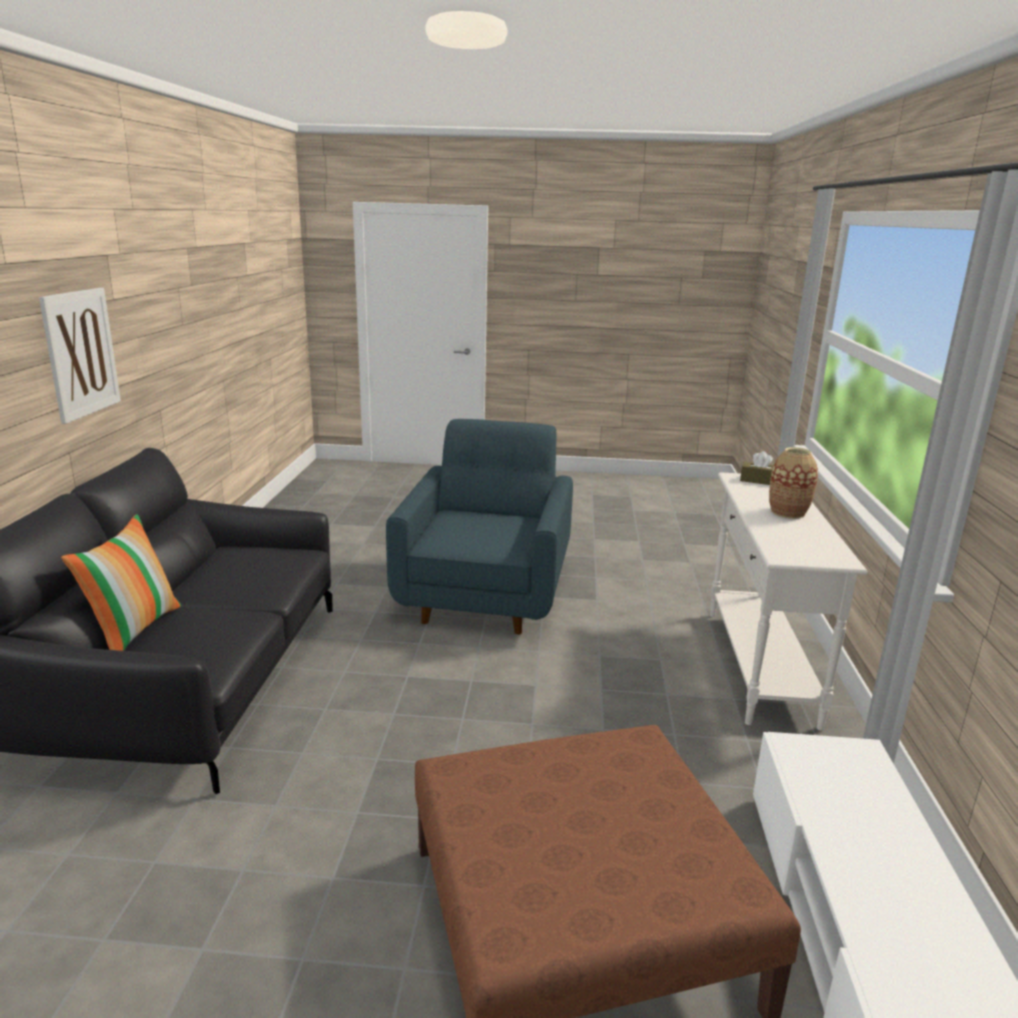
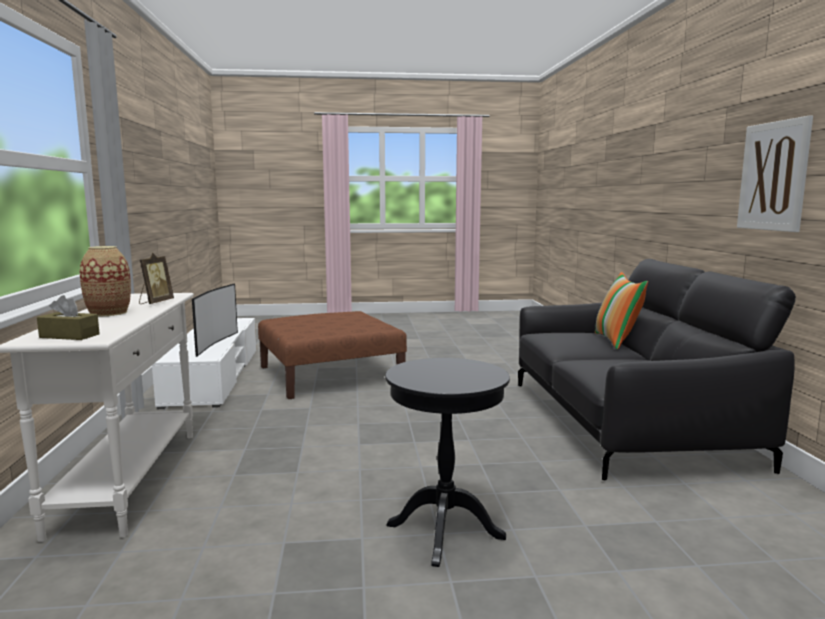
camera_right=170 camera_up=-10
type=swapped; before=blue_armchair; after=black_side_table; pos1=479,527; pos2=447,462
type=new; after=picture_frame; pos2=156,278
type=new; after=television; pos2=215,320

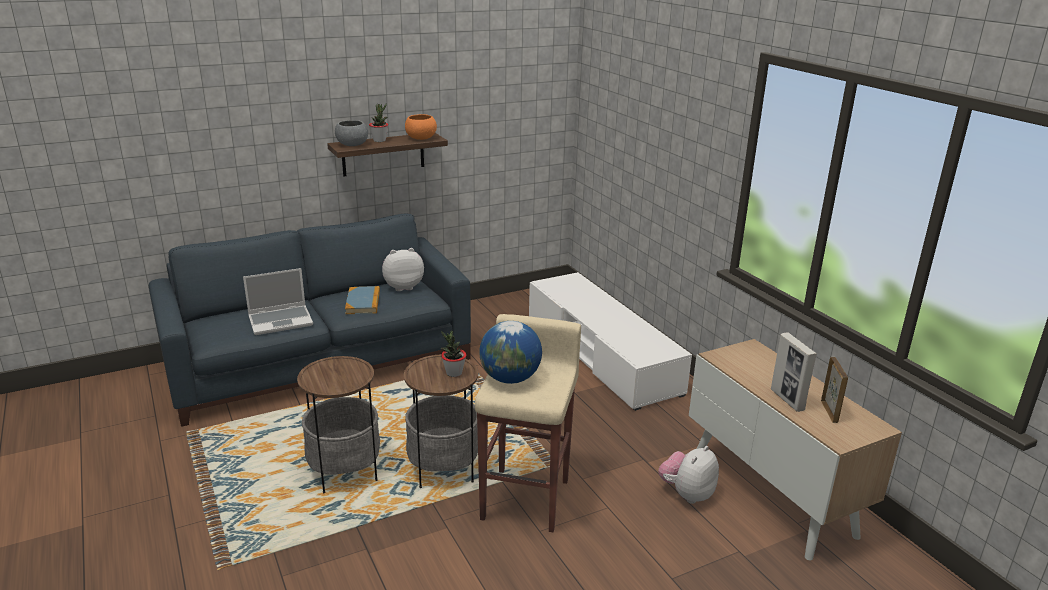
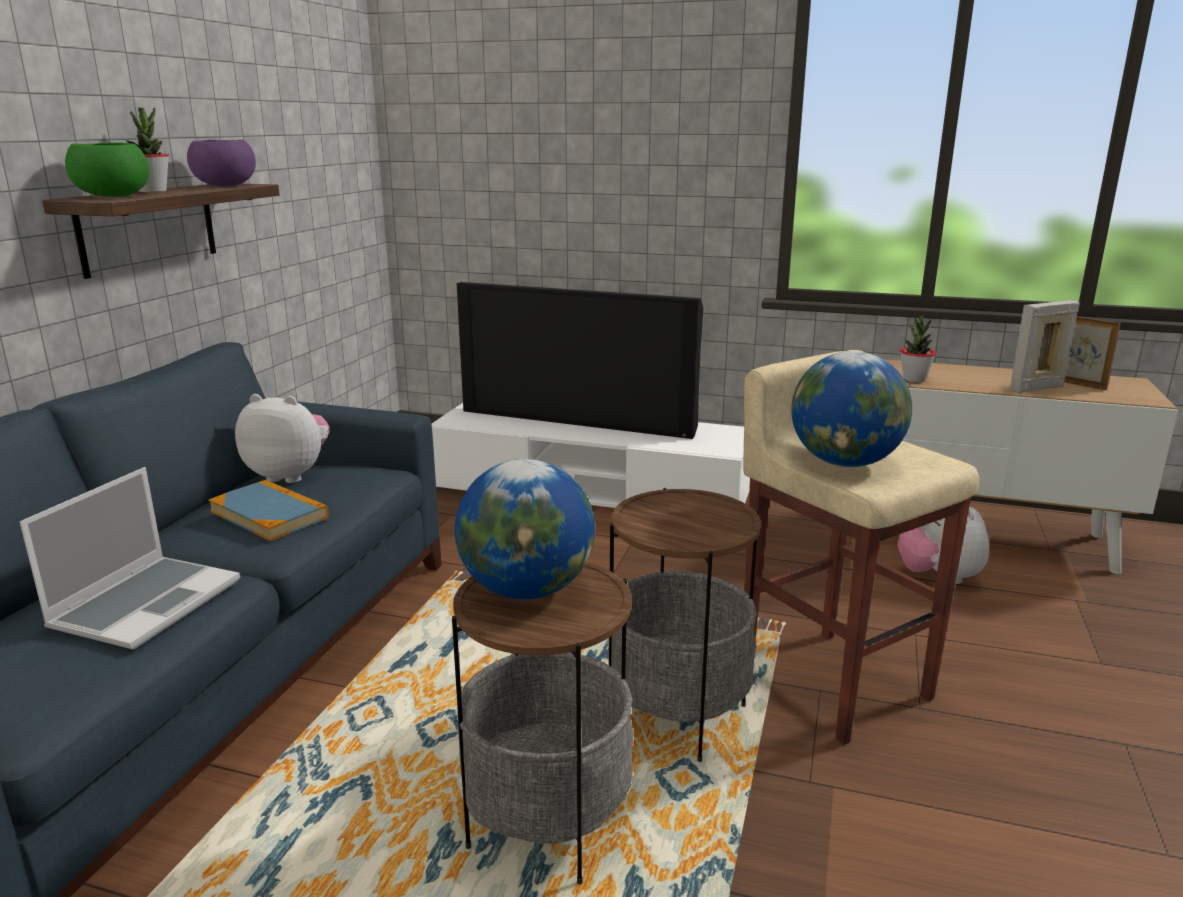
camera_right=-45 camera_up=-5
type=repainted; before=grey_bowl; after=green_bowl; pos1=351,133; pos2=107,170
type=rotated; before=plush_toy; pos1=403,269; pos2=282,438; turn=75
type=repainted; before=orange_bowl; after=purple_bowl; pos1=421,127; pos2=221,163
type=shifted; before=potted_plant; pos1=453,354; pos2=918,348
type=rotated; before=picture_frame; pos1=794,372; pos2=1044,346; turn=135
type=new; after=globe; pos2=525,529
type=new; after=television; pos2=580,360

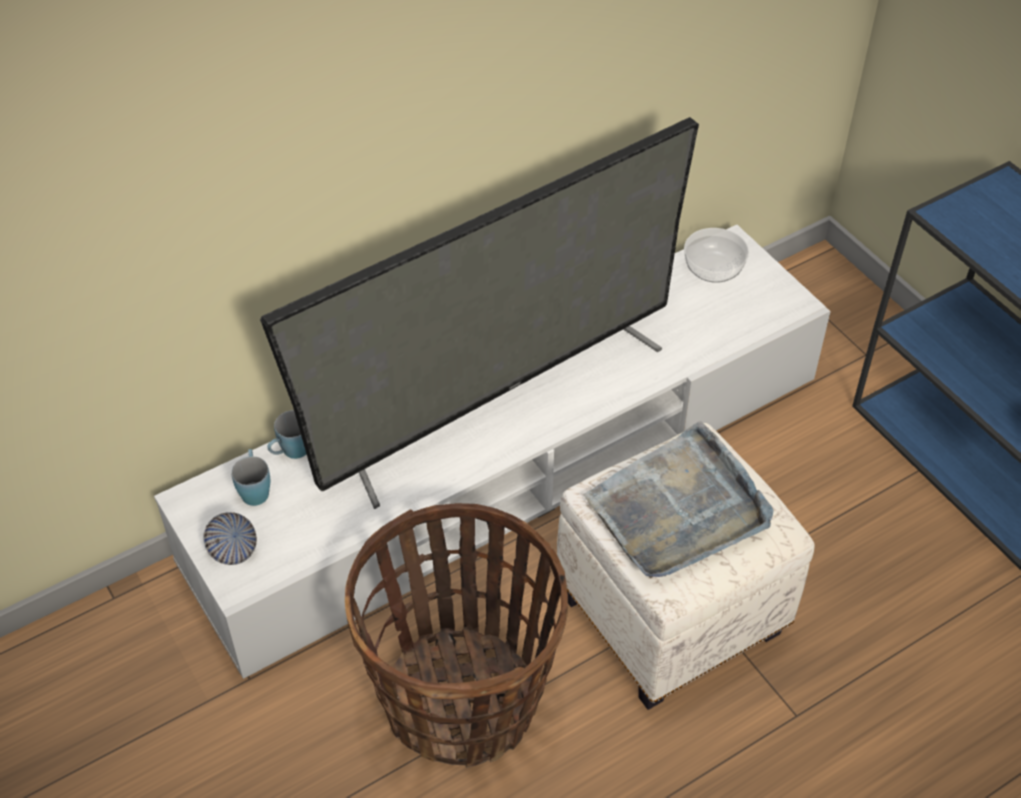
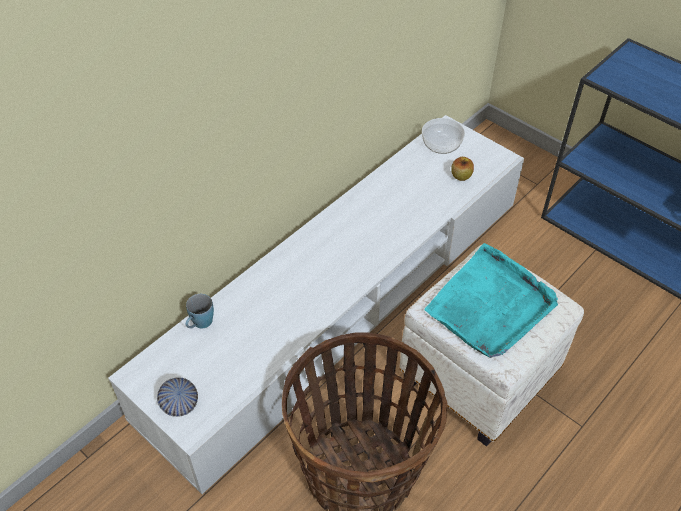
camera_right=-15 camera_up=0
type=gone; before=blue_mug; pos1=250,477
type=gone; before=television; pos1=479,313
type=repainted; before=grey_tray; after=turquoise_tray; pos1=678,499; pos2=491,300
type=new; after=apple; pos2=462,169

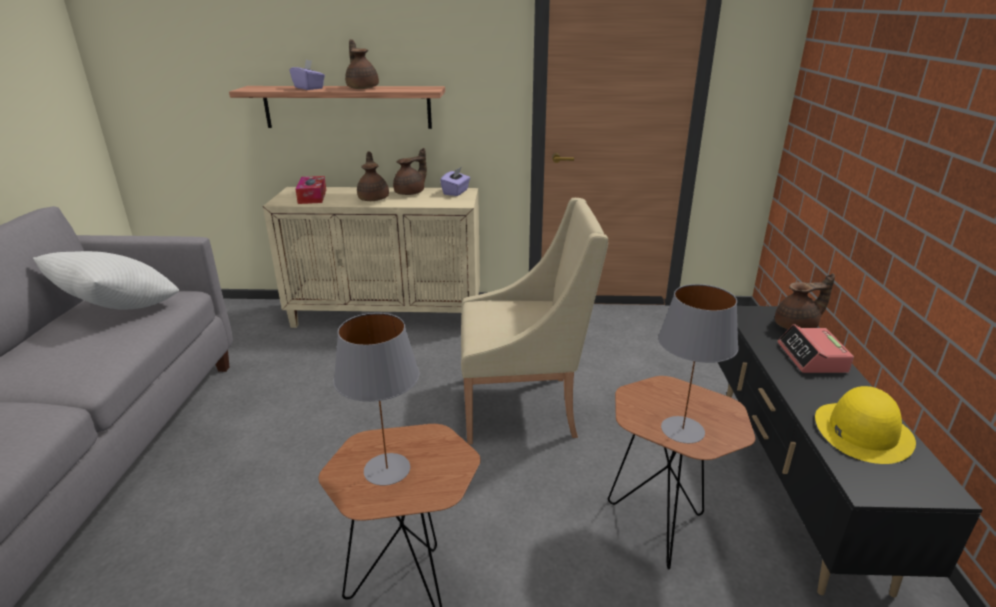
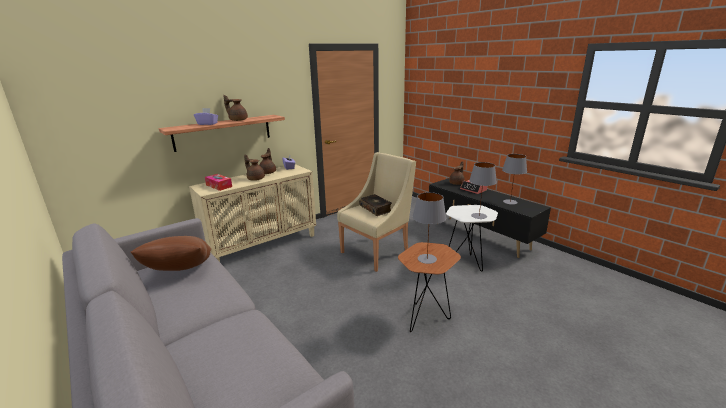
camera_right=-40 camera_up=-5
type=repainted; before=white_pillow; after=brown_pillow; pos1=106,280; pos2=170,253
type=repainted; before=brown_side_table; after=white_side_table; pos1=681,472; pos2=472,238
type=swapped; before=yellow_hat; after=grey_table_lamp; pos1=865,425; pos2=514,179
type=new; after=book; pos2=375,205

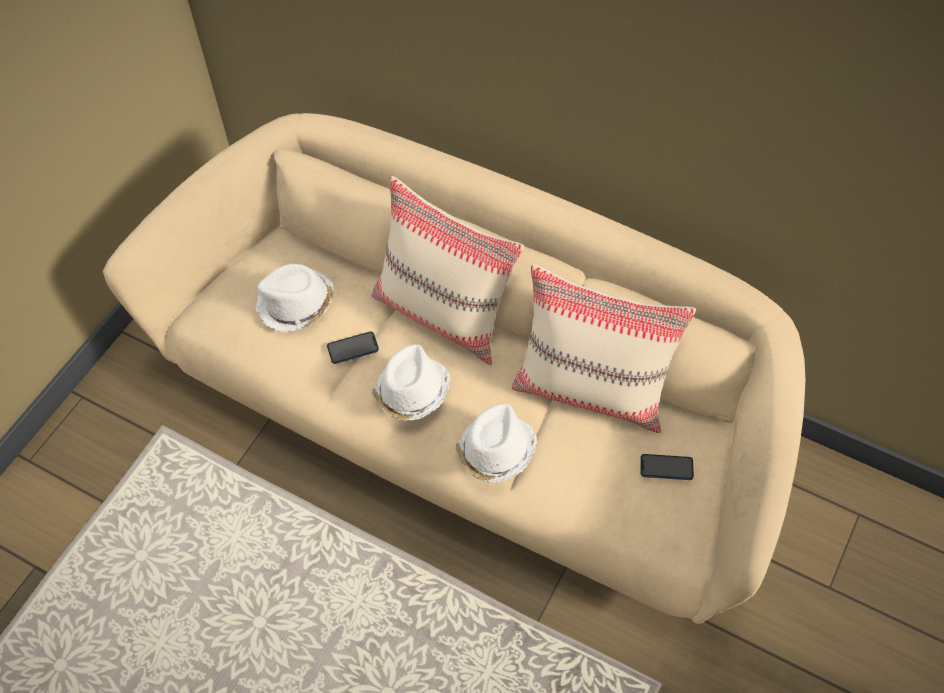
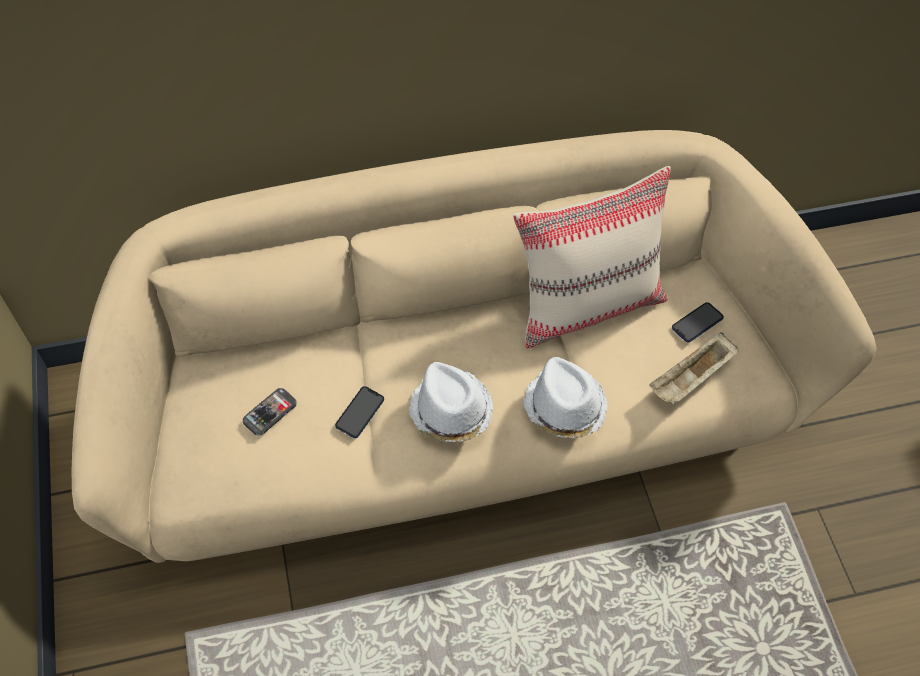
camera_right=-45 camera_up=0
type=swapped; before=white_hat; after=phone; pos1=294,298; pos2=270,411
type=gone; before=beige_pillow; pos1=448,270
type=new; after=beige_tray; pos2=693,368

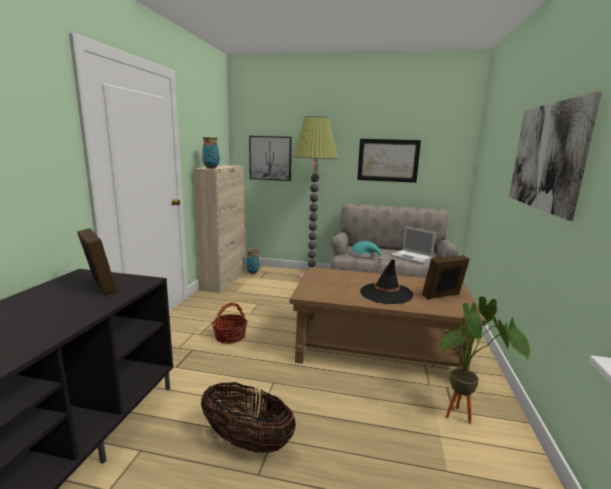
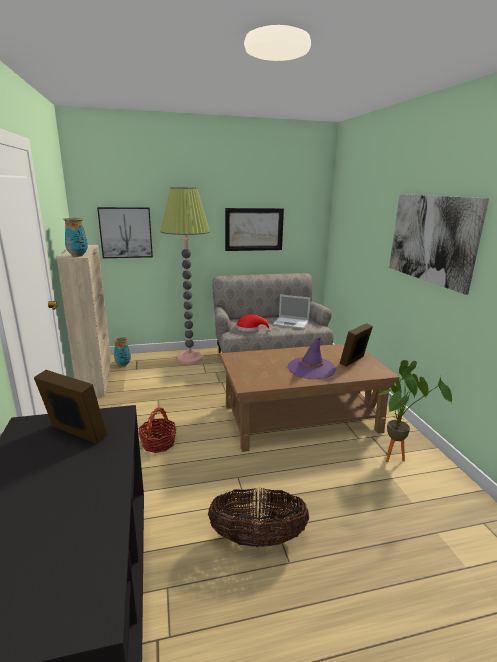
camera_right=-25 camera_up=5
type=repainted; before=turquoise_hat; after=red_hat; pos1=366,250; pos2=253,323
type=repainted; before=black_hat; after=purple_hat; pos1=386,281; pos2=312,358

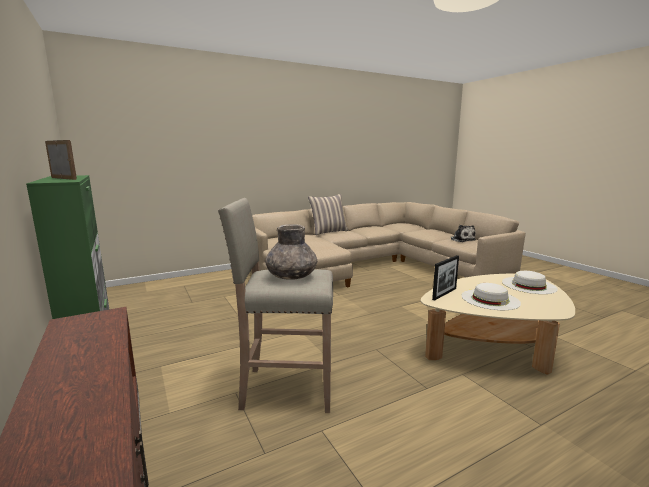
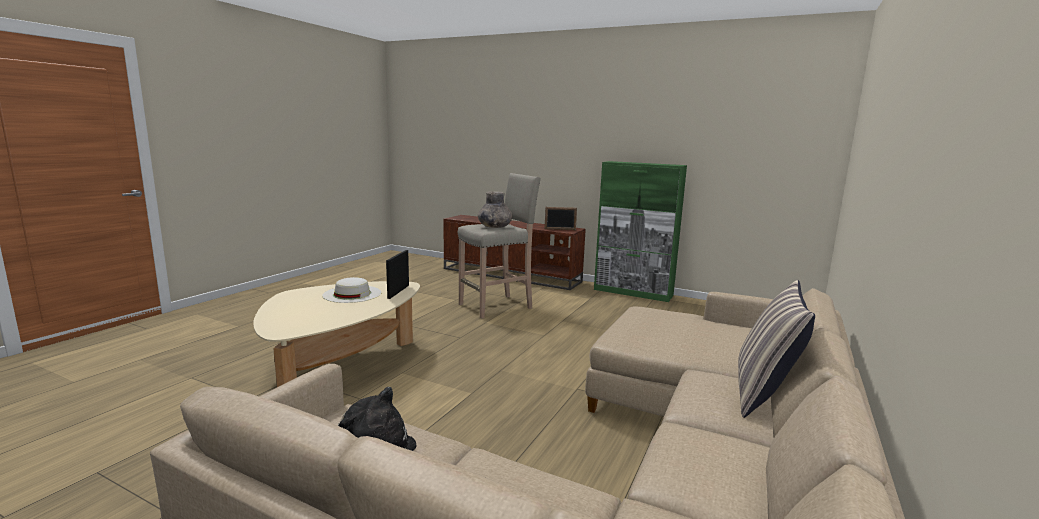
camera_right=145 camera_up=0
type=shifted; before=picture_frame; pos1=61,160; pos2=561,218
type=gone; before=white_hat; pos1=530,282

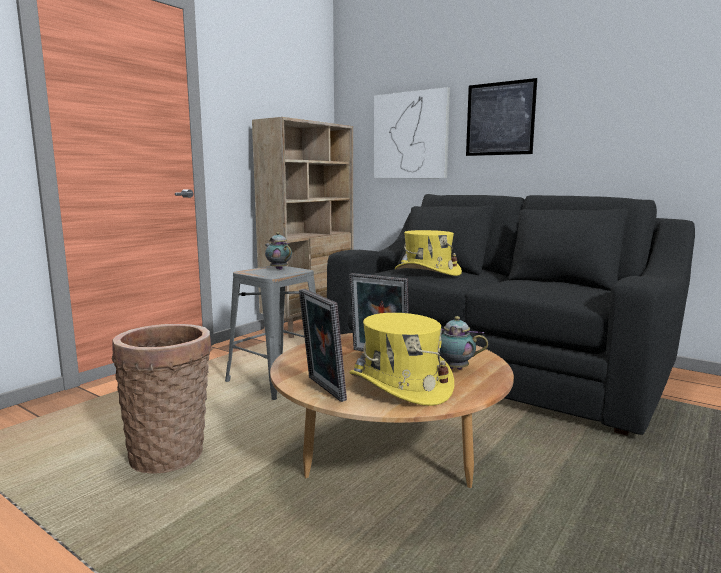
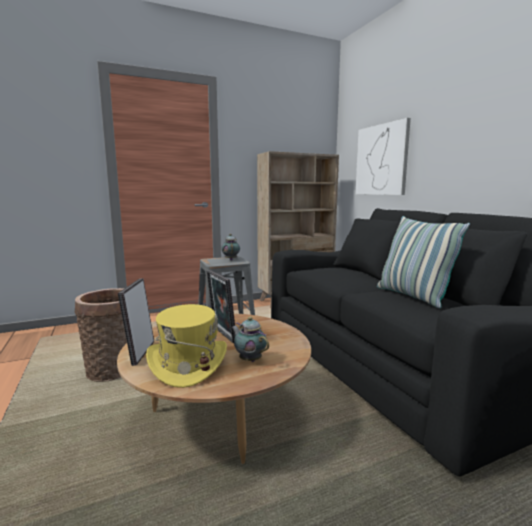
camera_right=30 camera_up=0
type=gone; before=yellow_hat; pos1=428,253
type=gone; before=picture; pos1=501,117
type=new; after=pillow; pos2=423,262

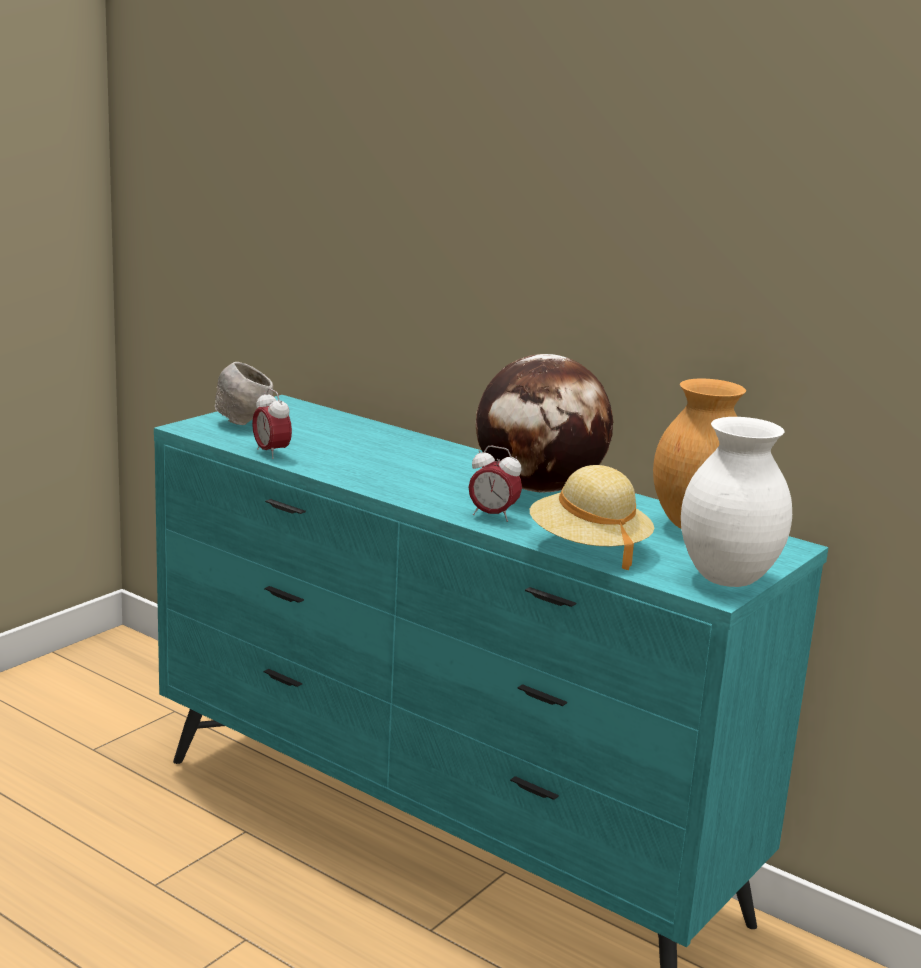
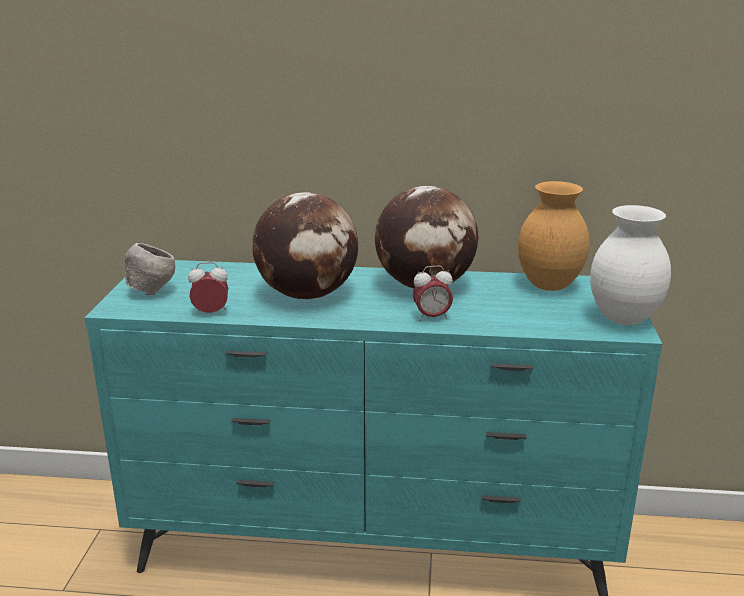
camera_right=-30 camera_up=5
type=rotated; before=alarm_clock; pos1=272,424; pos2=208,287; turn=150
type=gone; before=beige_hat; pos1=592,517
type=new; after=globe; pos2=305,245

